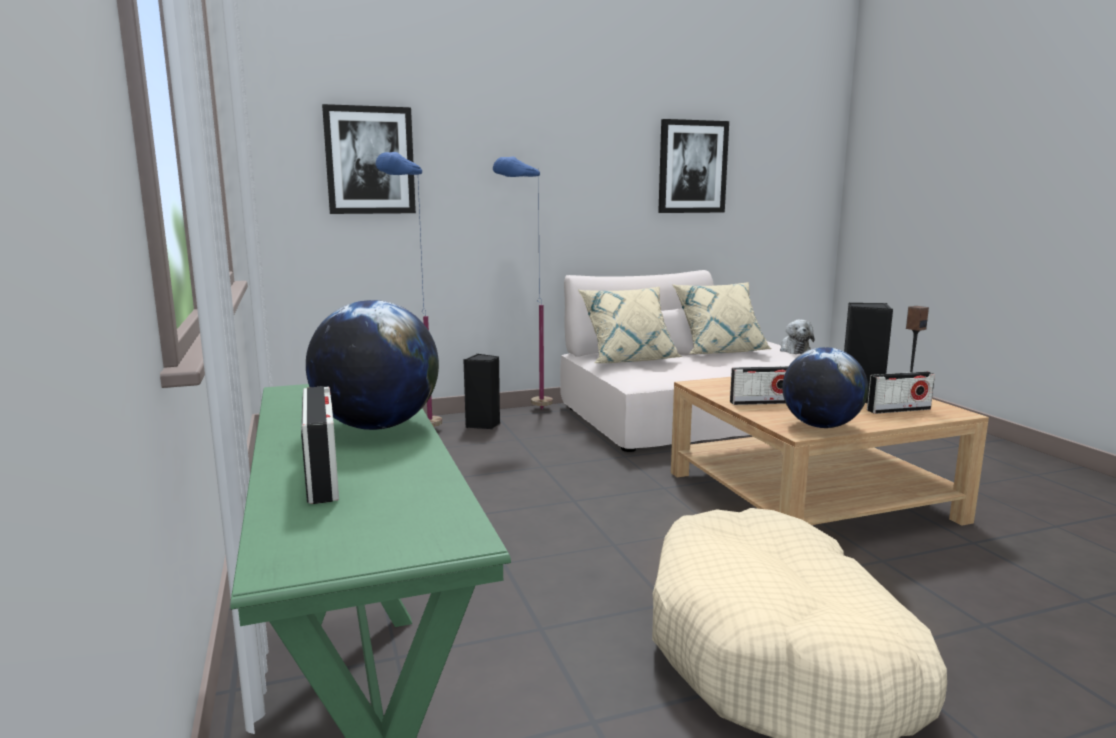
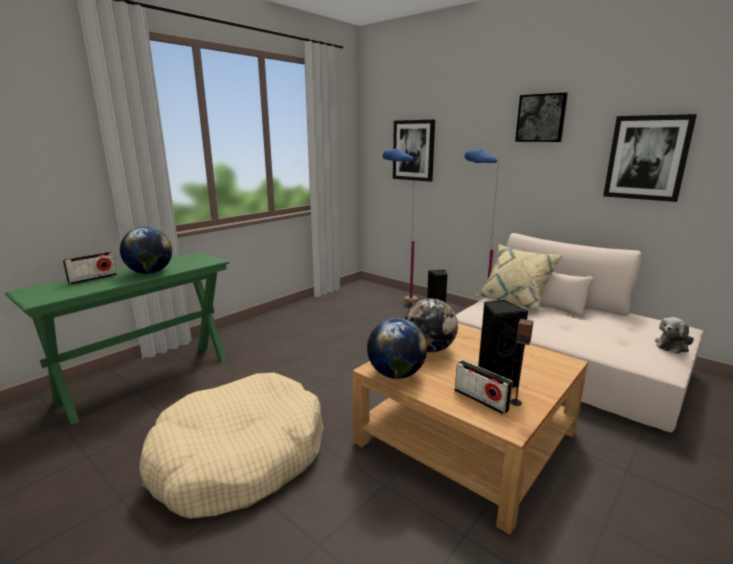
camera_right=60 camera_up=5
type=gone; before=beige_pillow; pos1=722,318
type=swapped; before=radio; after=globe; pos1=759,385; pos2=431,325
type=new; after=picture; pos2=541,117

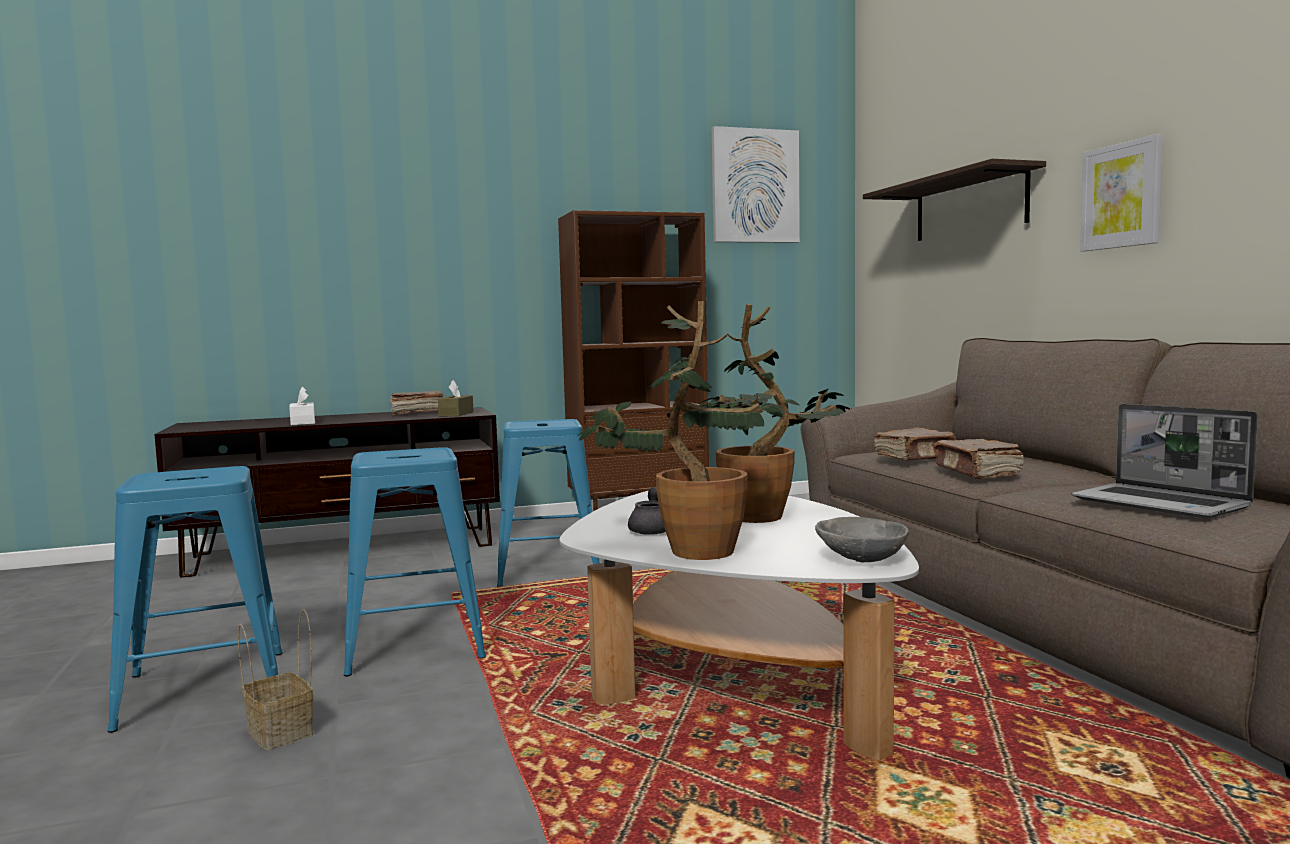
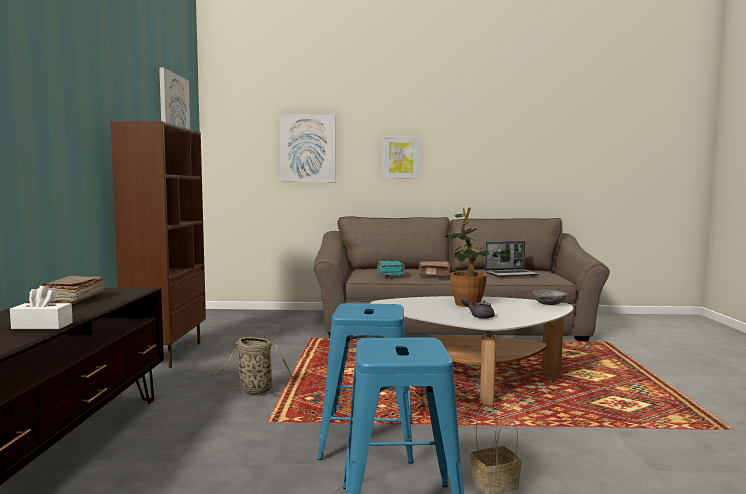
camera_right=-70 camera_up=0
type=gone; before=brown_tissue_box; pos1=456,398
type=swapped; before=blue_stool; after=basket; pos1=548,503; pos2=251,366
type=gone; before=potted_plant; pos1=681,430
type=swapped; before=shelf; after=picture; pos1=954,200; pos2=308,148
type=repainted; before=brown_book; after=turquoise_book; pos1=915,444; pos2=391,268

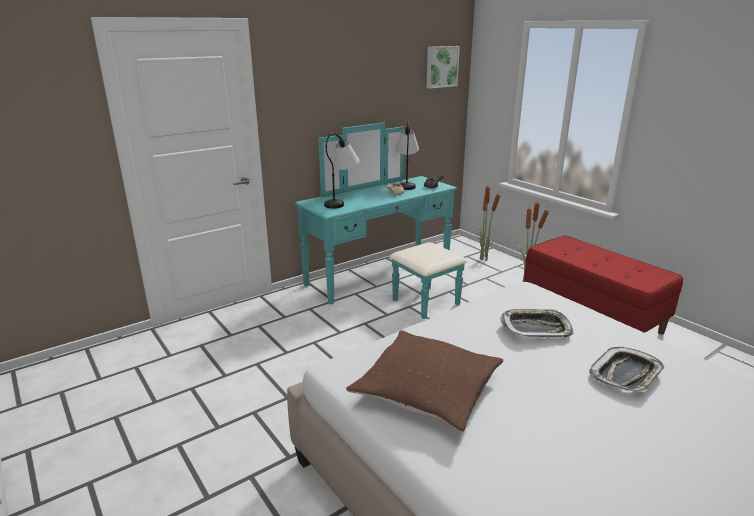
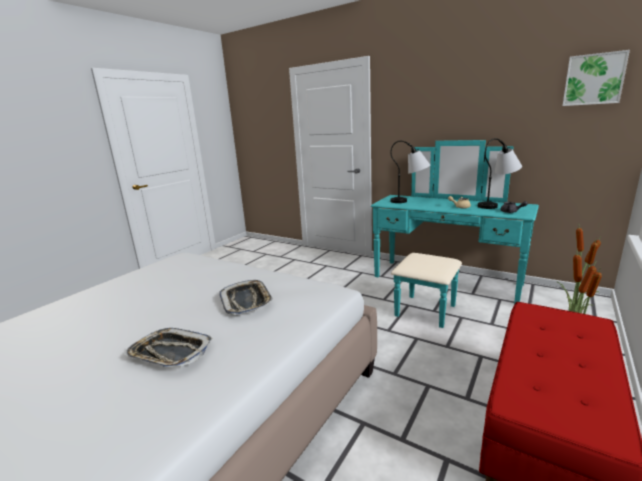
camera_right=70 camera_up=-5
type=gone; before=brown_pillow; pos1=424,381

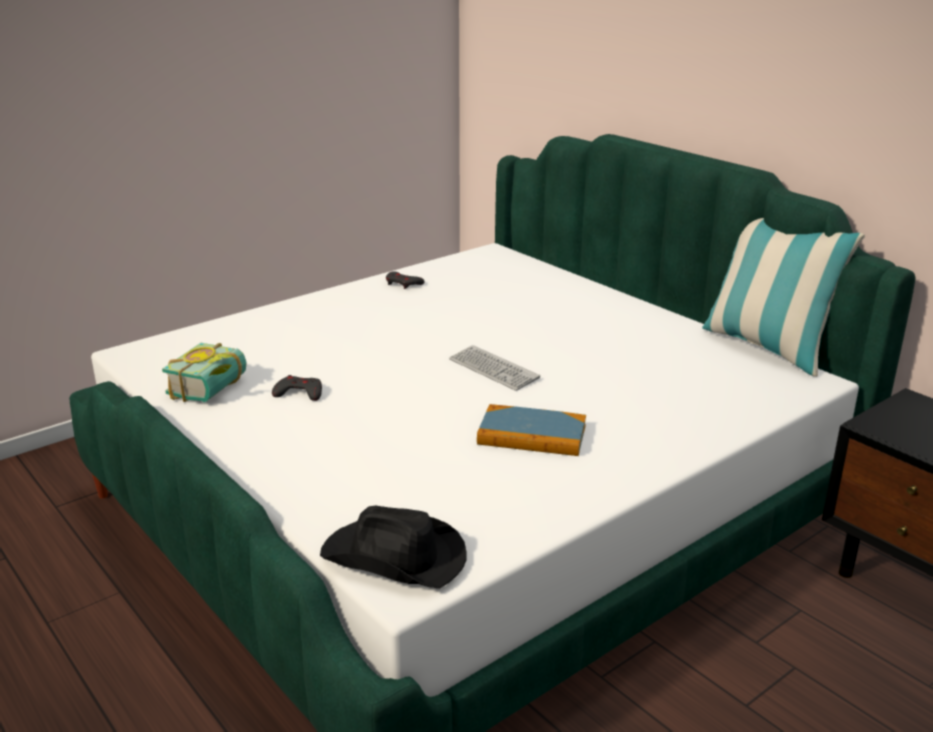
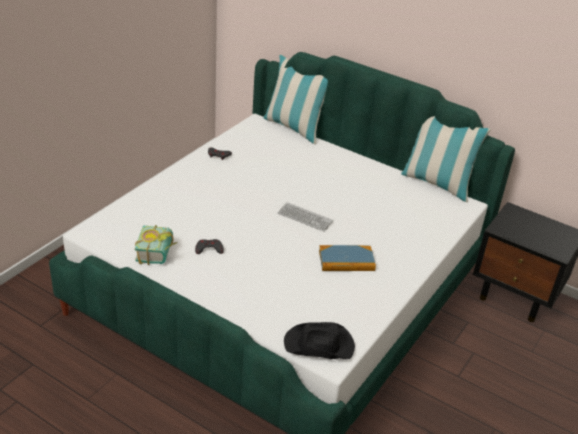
camera_right=-20 camera_up=10
type=new; after=pillow; pos2=295,99

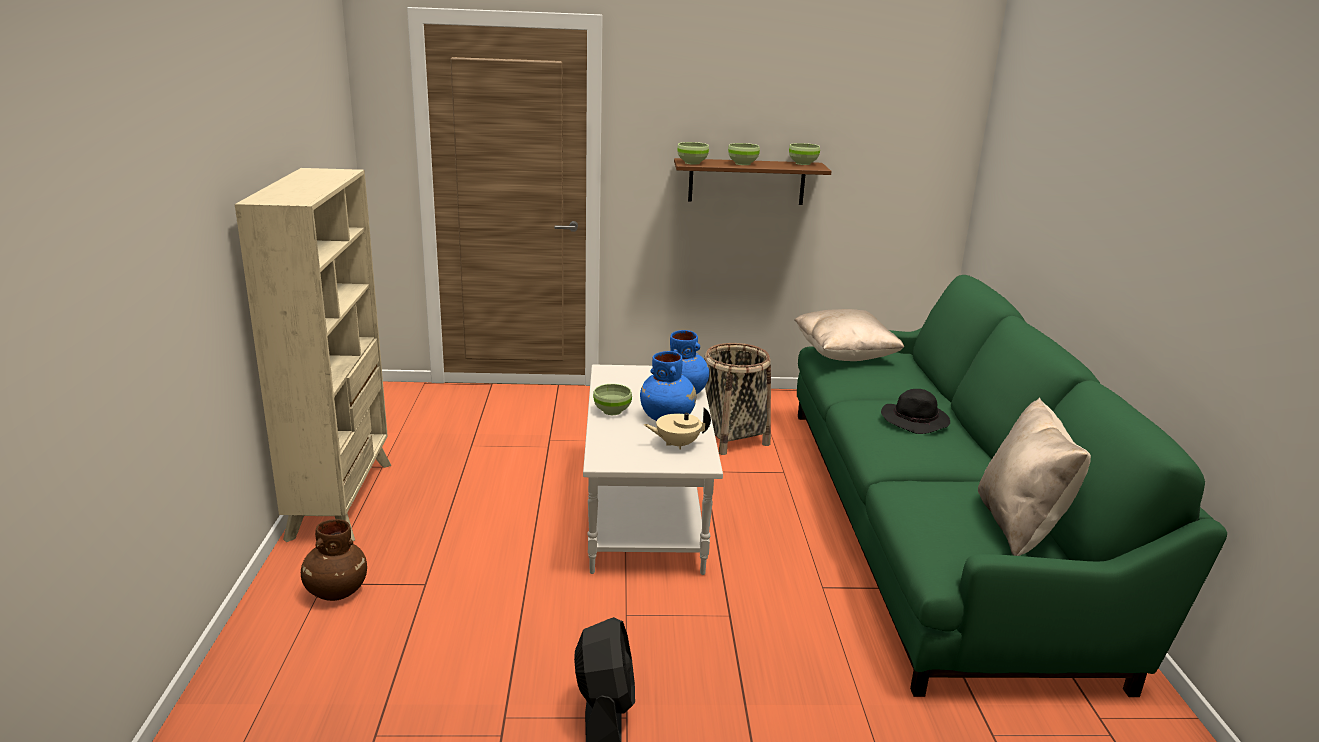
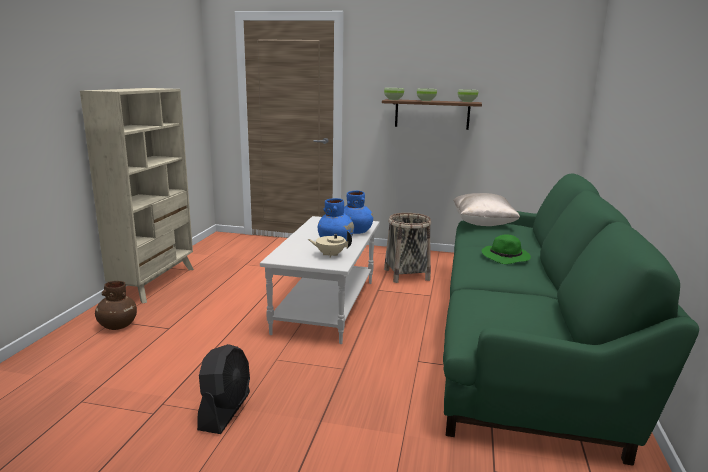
camera_right=15 camera_up=-5
type=gone; before=green_bowl; pos1=612,399
type=repainted; before=black_hat; after=green_hat; pos1=915,411; pos2=506,249
type=gone; before=beige_pillow; pos1=1034,477

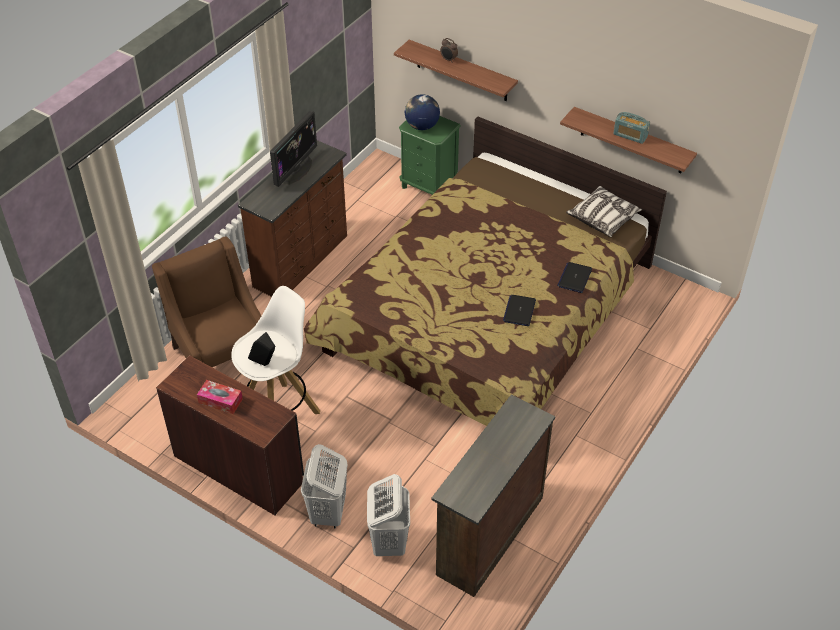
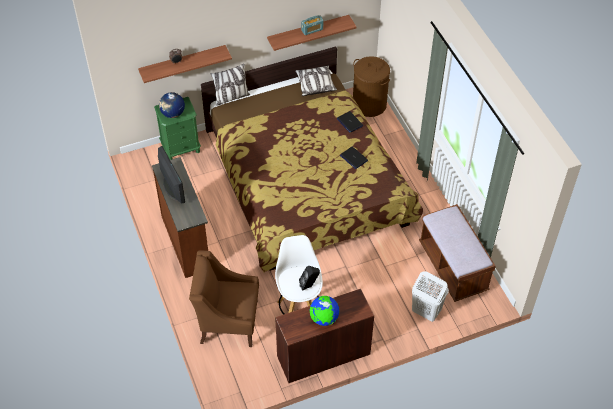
camera_right=-55 camera_up=5
type=swapped; before=tissue_box; after=globe; pos1=220,397; pos2=325,311
type=gone; before=white_laundry_basket; pos1=324,486
type=swapped; before=brown_dresser; after=brown_bench; pos1=493,496; pos2=457,253
type=new; after=pillow; pos2=230,85
type=new; after=brown_laundry_basket; pos2=371,86

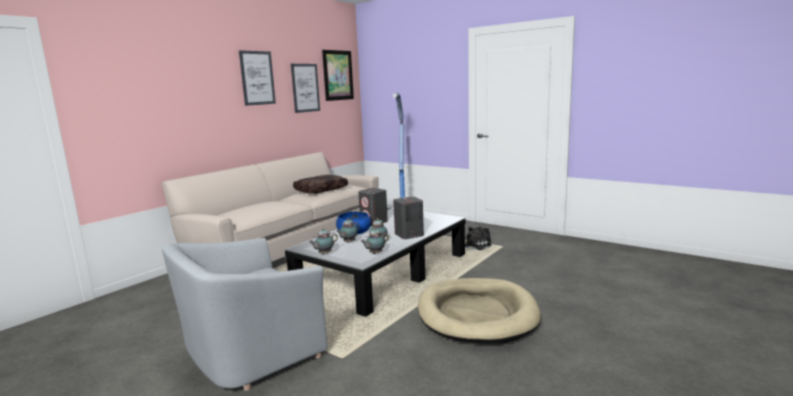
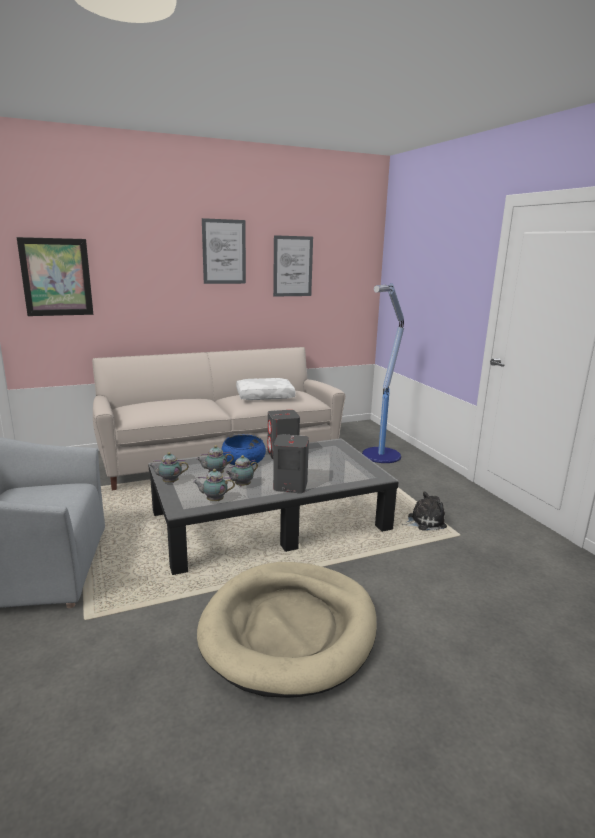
camera_right=30 camera_up=5
type=repainted; before=brown_pillow; after=white_pillow; pos1=320,184; pos2=266,389
type=shifted; before=picture; pos1=338,75; pos2=55,276

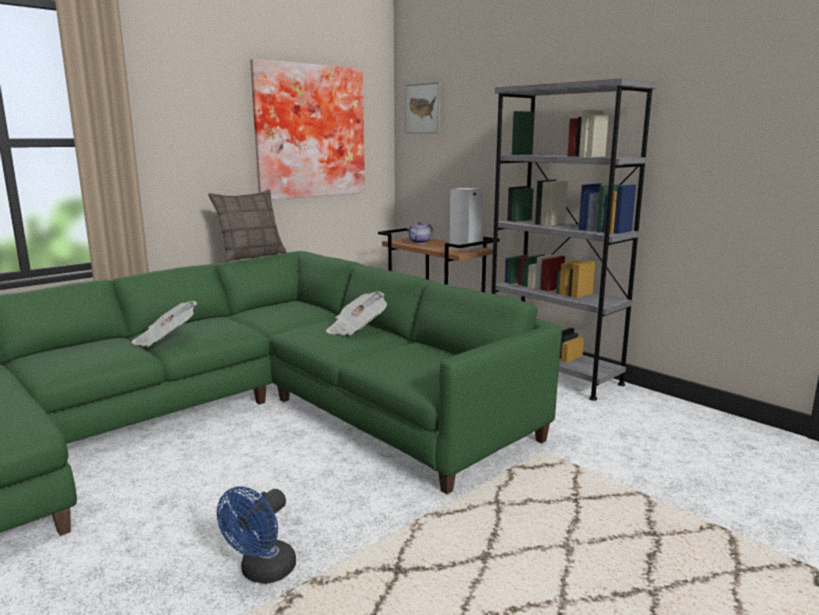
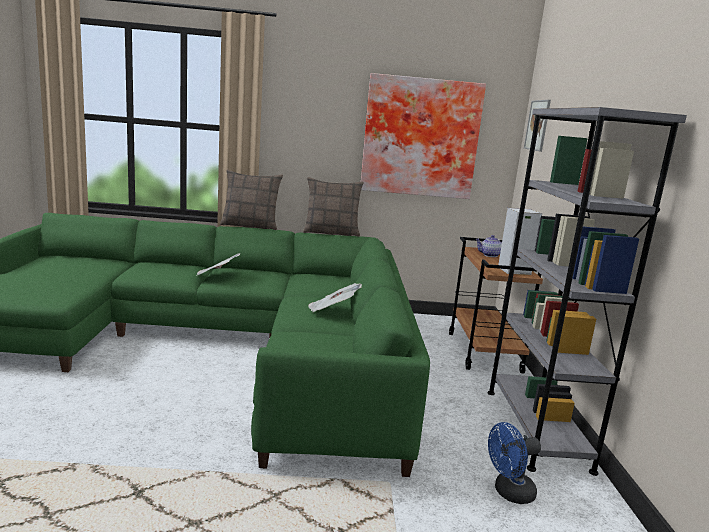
camera_right=40 camera_up=0
type=shifted; before=blue_fan; pos1=256,535; pos2=514,463
type=new; after=pillow; pos2=251,199

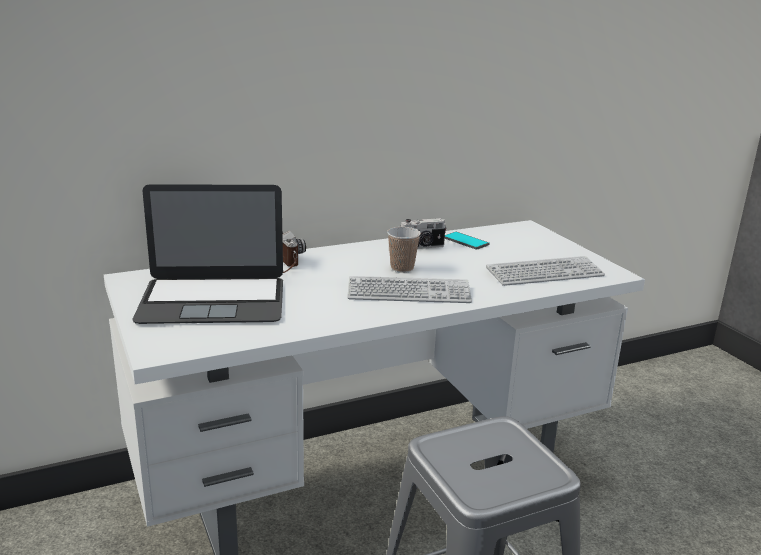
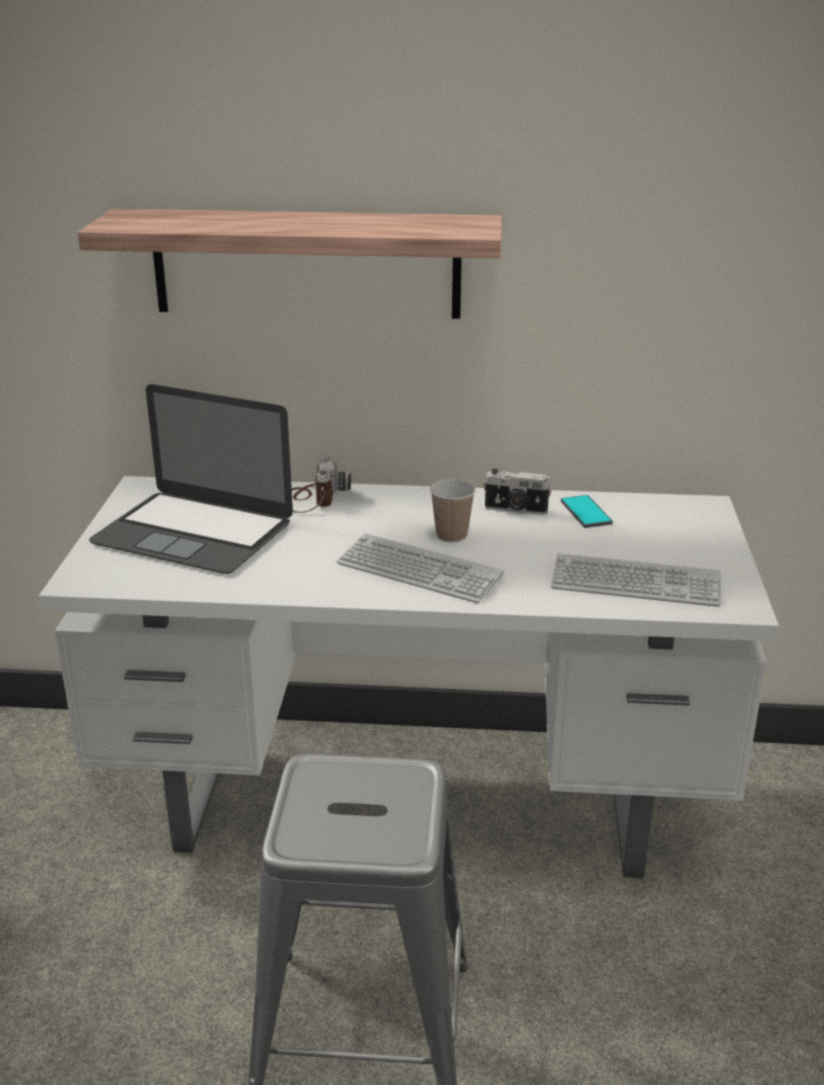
camera_right=30 camera_up=5
type=new; after=shelf; pos2=290,264

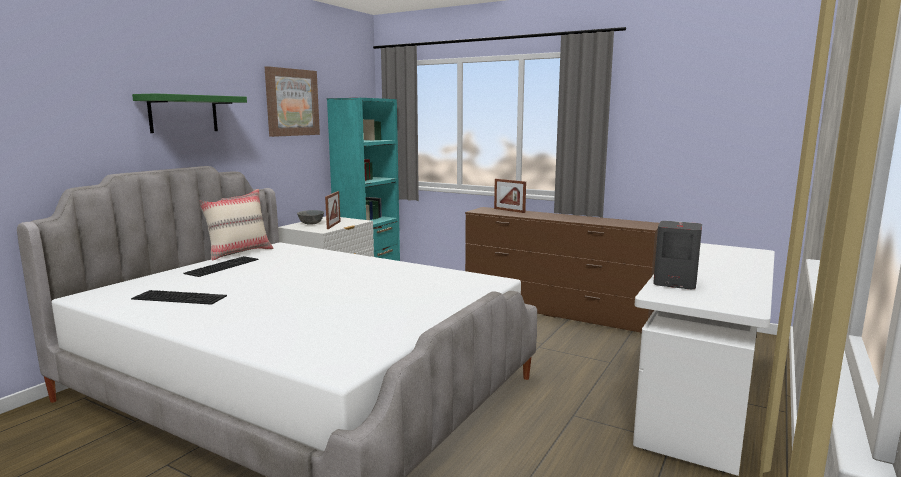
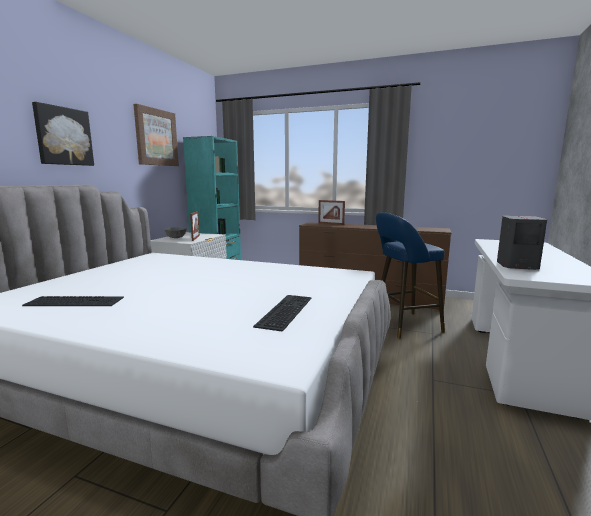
camera_right=-10 camera_up=0
type=swapped; before=green_shelf; after=picture; pos1=189,113; pos2=63,134
type=shifted; before=keyboard; pos1=221,266; pos2=282,313
type=gone; before=beige_pillow; pos1=236,225
type=new; after=blue_stool; pos2=410,275

